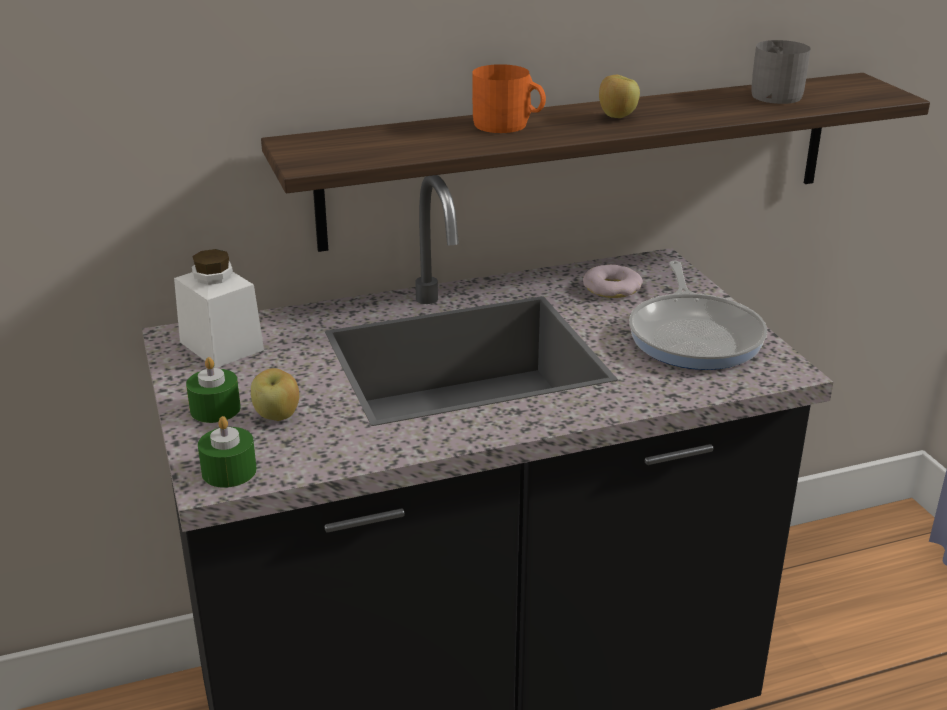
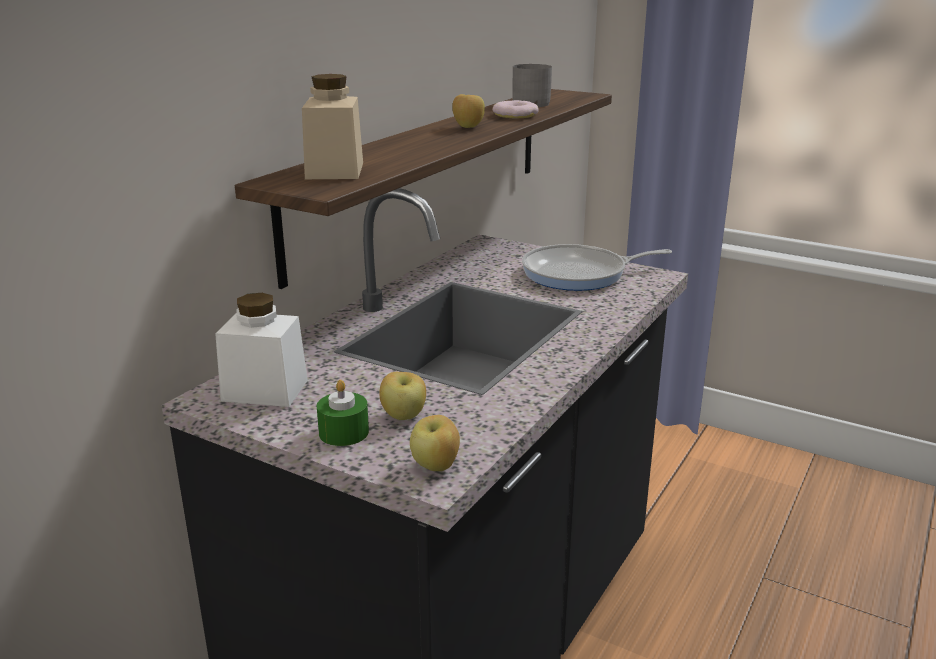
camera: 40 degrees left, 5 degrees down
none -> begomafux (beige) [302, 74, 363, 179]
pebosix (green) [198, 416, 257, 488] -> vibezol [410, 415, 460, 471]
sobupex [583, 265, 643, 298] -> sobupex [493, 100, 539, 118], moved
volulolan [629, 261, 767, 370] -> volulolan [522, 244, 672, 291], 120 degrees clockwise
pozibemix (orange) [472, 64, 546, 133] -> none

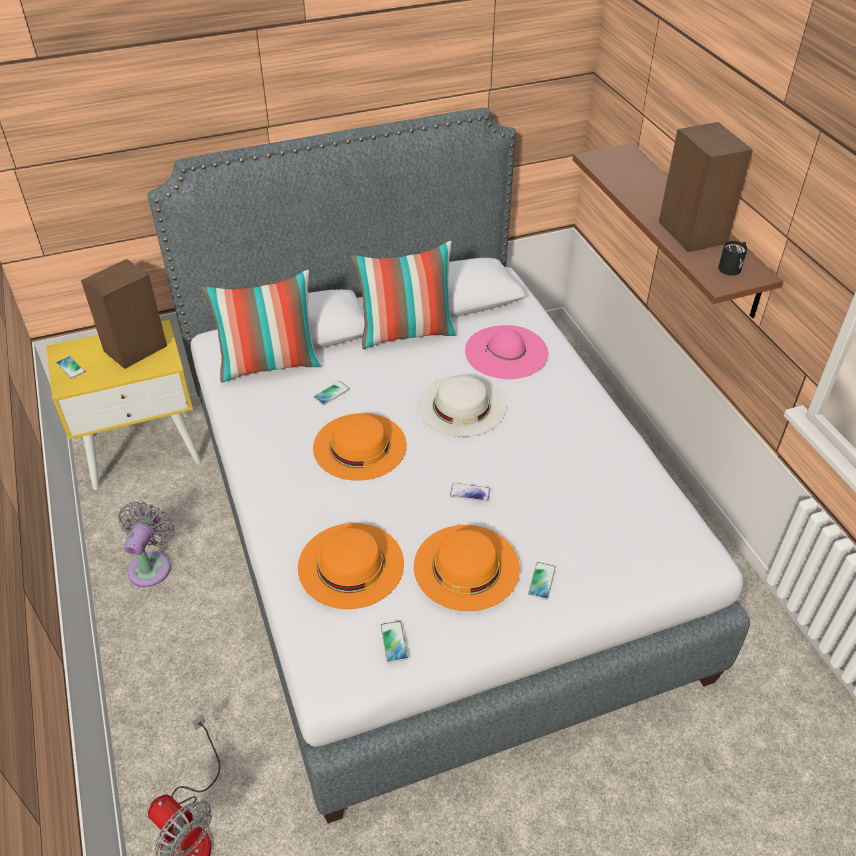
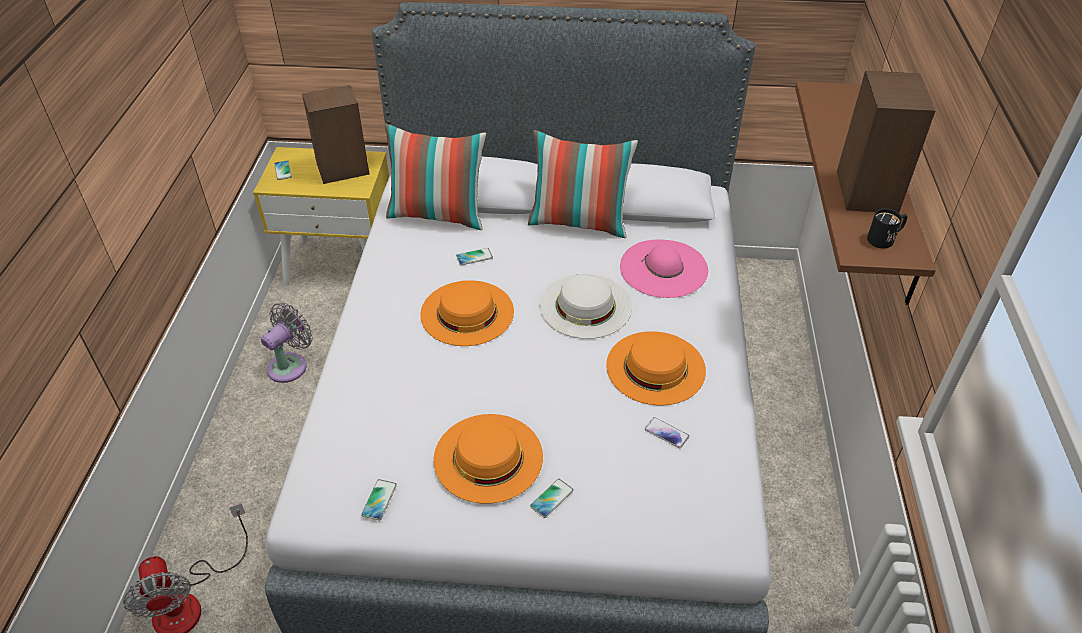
camera: 25 degrees right, 0 degrees up
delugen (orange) [298, 523, 404, 609] -> delugen (orange) [606, 331, 706, 405], moved
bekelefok [450, 483, 490, 502] -> bekelefok [645, 417, 689, 448], moved

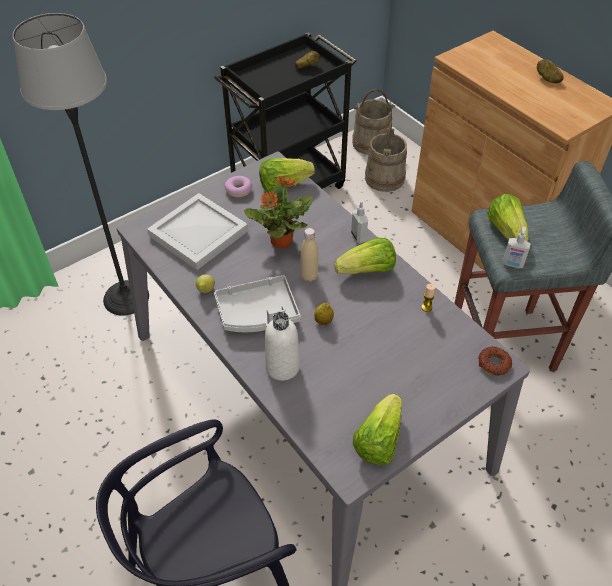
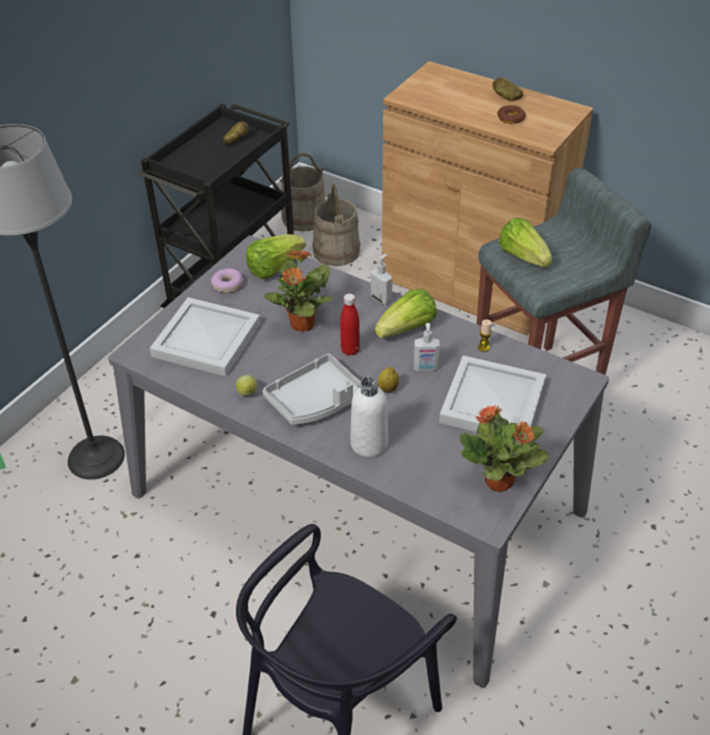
camera: 20 degrees left, 5 degrees down
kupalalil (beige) [301, 228, 318, 282] -> kupalalil (red) [340, 293, 360, 356]
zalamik [502, 227, 531, 268] -> zalamik [414, 323, 440, 371], moved
none -> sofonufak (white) [439, 356, 546, 432]
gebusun [353, 394, 402, 465] -> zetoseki [459, 405, 549, 492]
sobupex [478, 346, 512, 376] -> sobupex [497, 105, 526, 124], moved

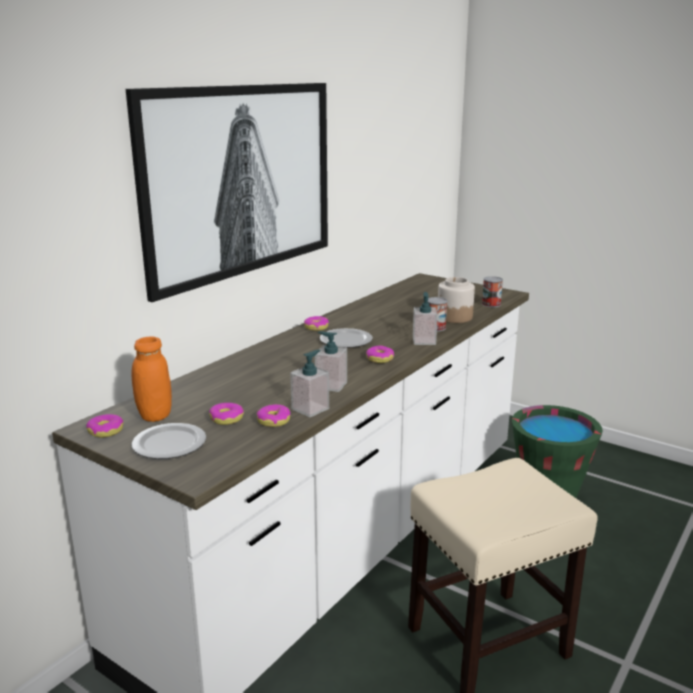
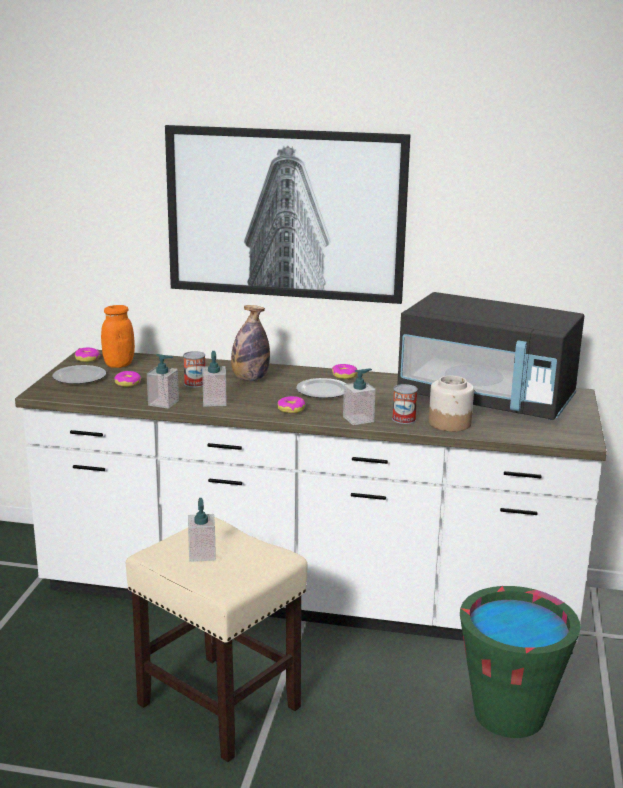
camera: 65 degrees right, 0 degrees up
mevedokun [482, 276, 503, 307] -> mevedokun [183, 351, 205, 387], moved
none -> zalamik [188, 498, 216, 562]
none -> kupalalil [231, 305, 270, 381]
none -> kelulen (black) [397, 292, 584, 420]
sobupex [257, 404, 290, 427] -> none

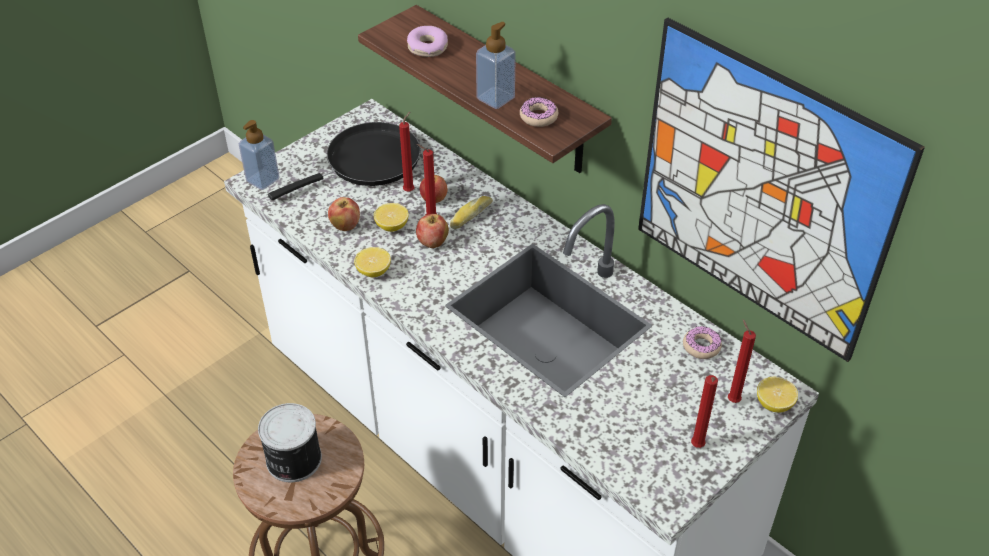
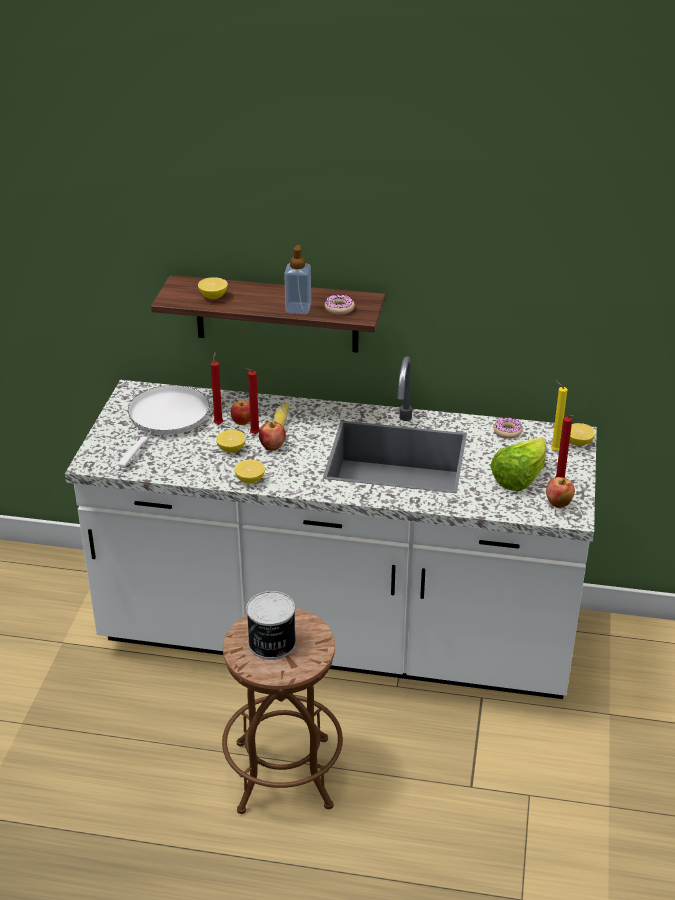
camera: 35 degrees left, 10 degrees down
volulolan (black) [268, 122, 421, 200] -> volulolan (white) [118, 385, 210, 468]
sobupex [407, 26, 448, 57] -> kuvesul [198, 277, 228, 299]
none -> gebusun [490, 437, 546, 491]
vibezol [328, 197, 360, 231] -> vibezol [546, 477, 575, 508], moved
pebosix (red) [728, 319, 756, 403] -> pebosix (yellow) [551, 380, 567, 451]
zalamik [239, 120, 280, 190] -> none
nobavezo [638, 18, 925, 362] -> none

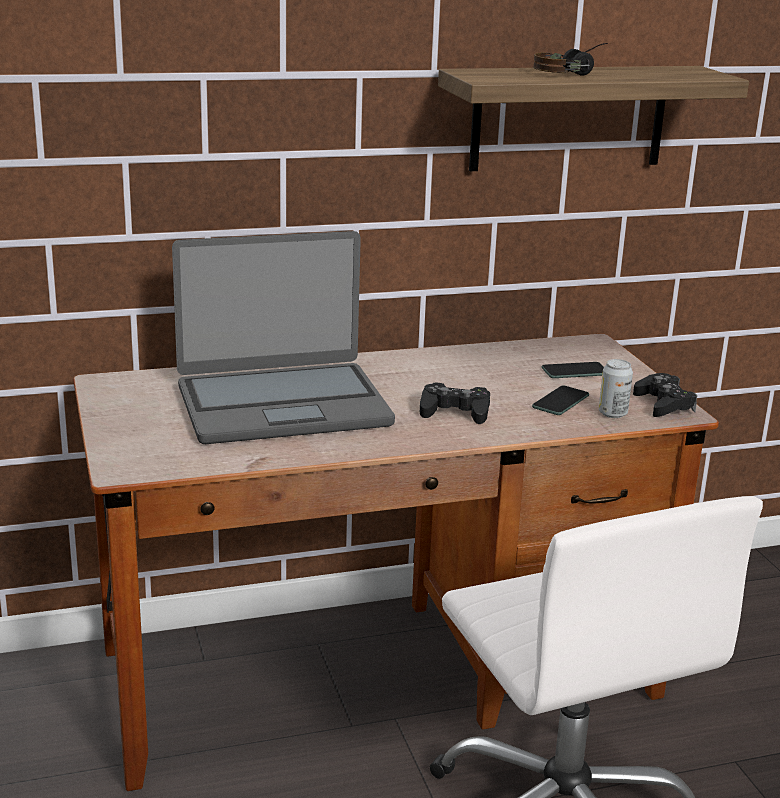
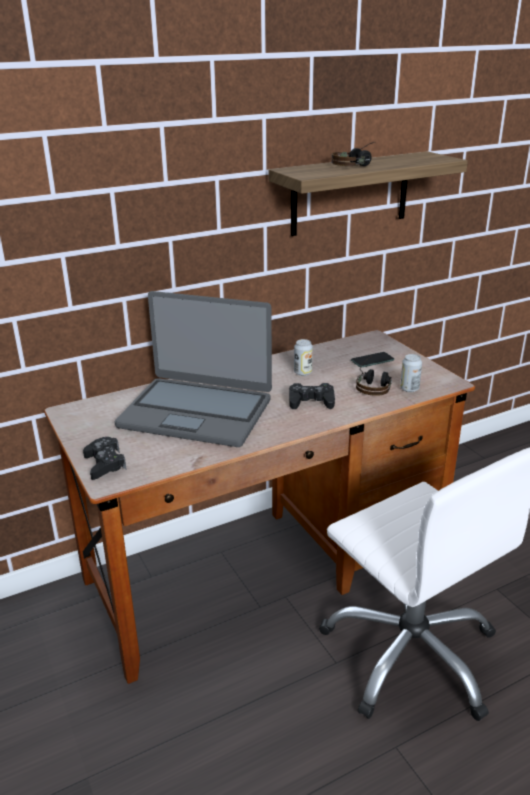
camera: 10 degrees left, 5 degrees up
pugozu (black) [633, 373, 697, 417] -> pugozu (black) [83, 437, 127, 480], moved
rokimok [172, 231, 395, 444] -> rokimok [114, 291, 272, 447], 45 degrees clockwise
none -> mevedokun [294, 339, 313, 376]
bekelefok [532, 386, 589, 415] -> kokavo [356, 356, 392, 396]

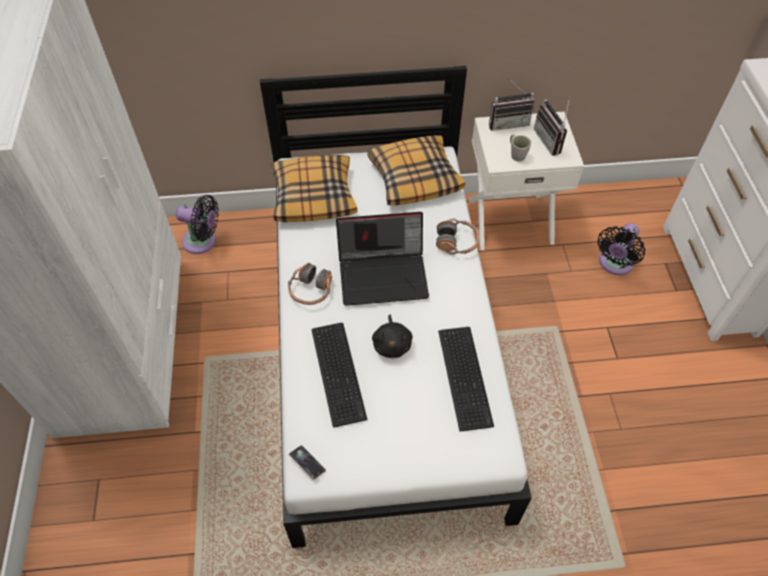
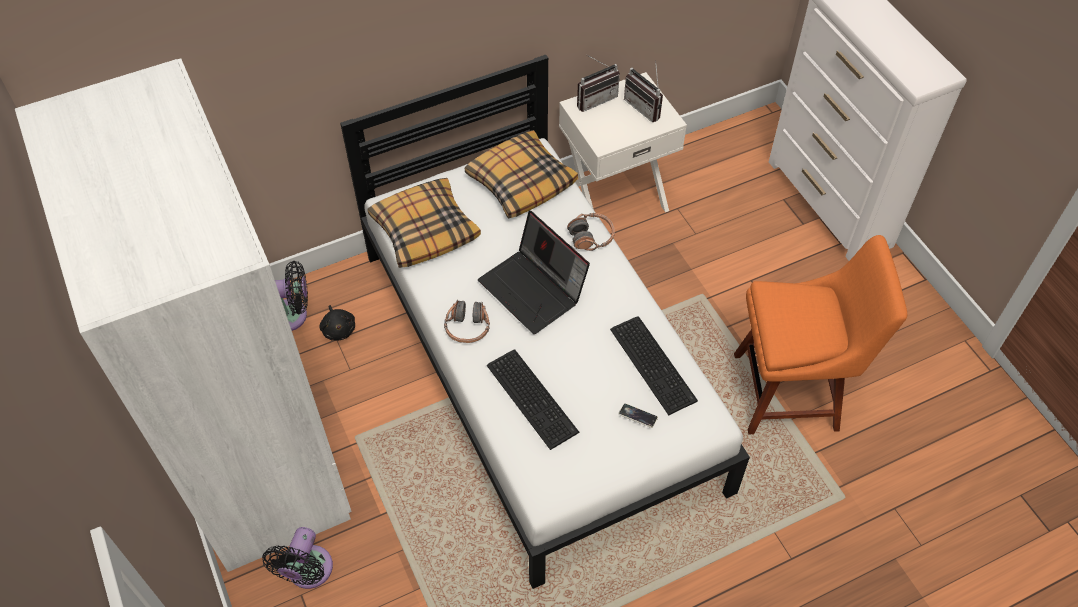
camera: 20 degrees left, 0 degrees up
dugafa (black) [597, 223, 645, 275] -> dugafa (black) [262, 527, 333, 589], moved
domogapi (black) [372, 314, 413, 358] -> domogapi (black) [319, 305, 355, 341], moved
rokimok [336, 212, 429, 306] -> rokimok [478, 211, 590, 334], 75 degrees clockwise
bekelefok [289, 445, 326, 481] -> bekelefok [618, 403, 658, 428], moved
none -> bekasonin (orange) [734, 235, 907, 434]
pozibemix (grey) [510, 134, 531, 162] -> none

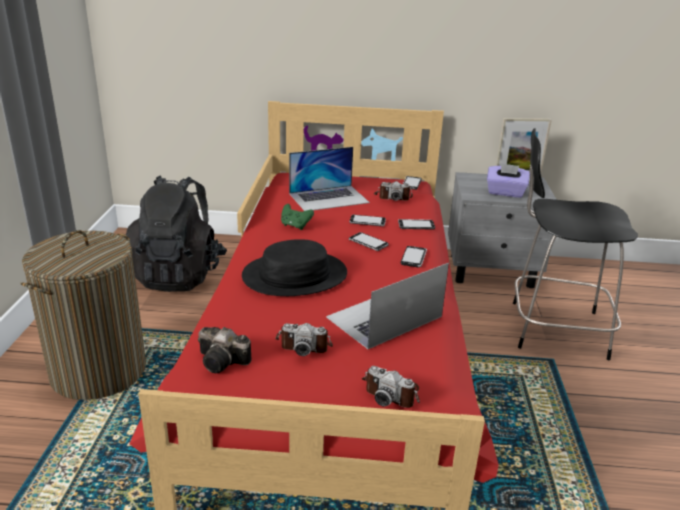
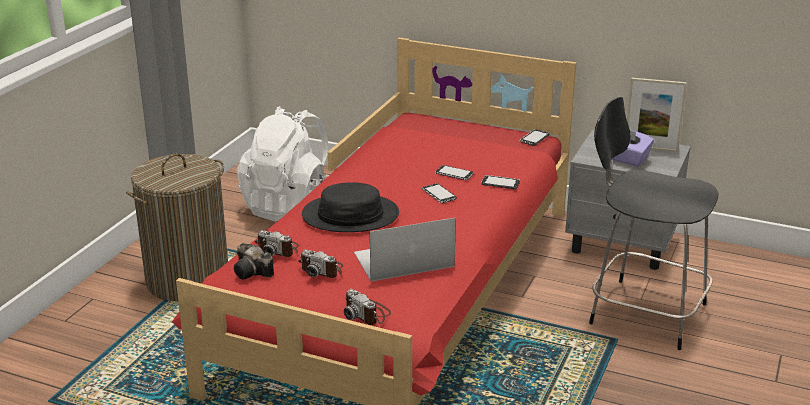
camera: 20 degrees right, 0 degrees up
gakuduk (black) [124, 175, 227, 292] -> gakuduk (white) [237, 106, 329, 221]
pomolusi [374, 181, 413, 201] -> pomolusi [255, 230, 299, 257], moved
pugozu (green) [281, 204, 314, 230] -> none
rokimok [289, 147, 370, 211] -> none
bekelefok [401, 246, 427, 267] -> none

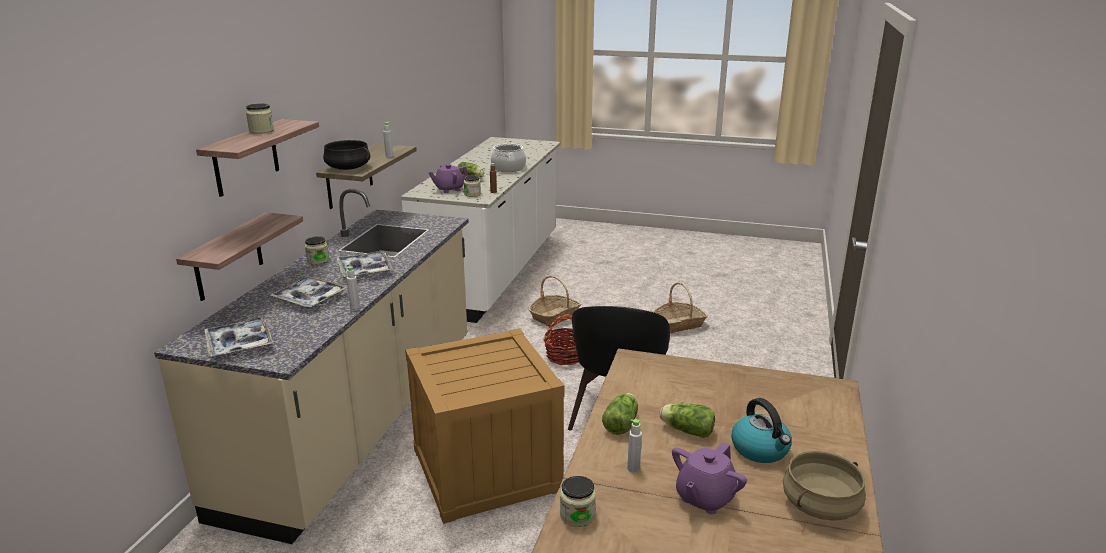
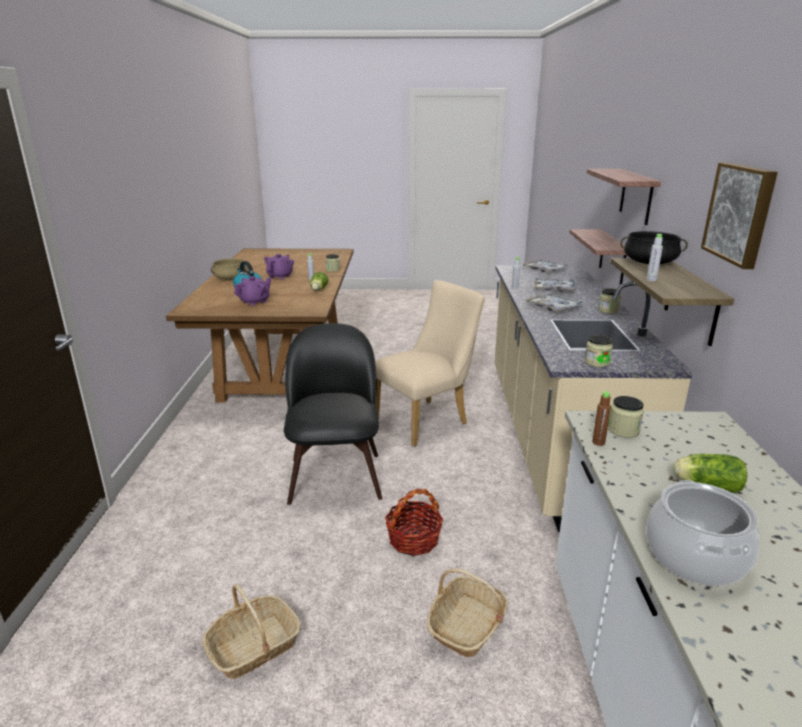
camera: 165 degrees right, 0 degrees up
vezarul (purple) [428, 164, 469, 193] -> vezarul (purple) [234, 276, 271, 306], moved
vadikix [405, 328, 565, 524] -> bekasonin (beige) [375, 280, 485, 447]
begomafux [246, 103, 274, 134] -> begomafux [585, 335, 613, 367], moved
none -> nobavezo [701, 162, 778, 269]
gebusun [660, 402, 715, 438] -> none

